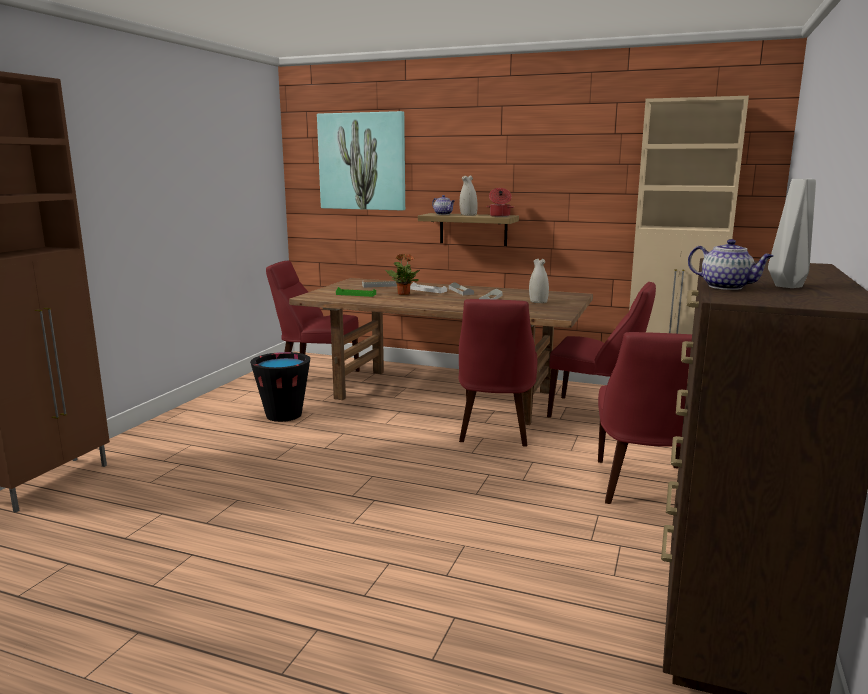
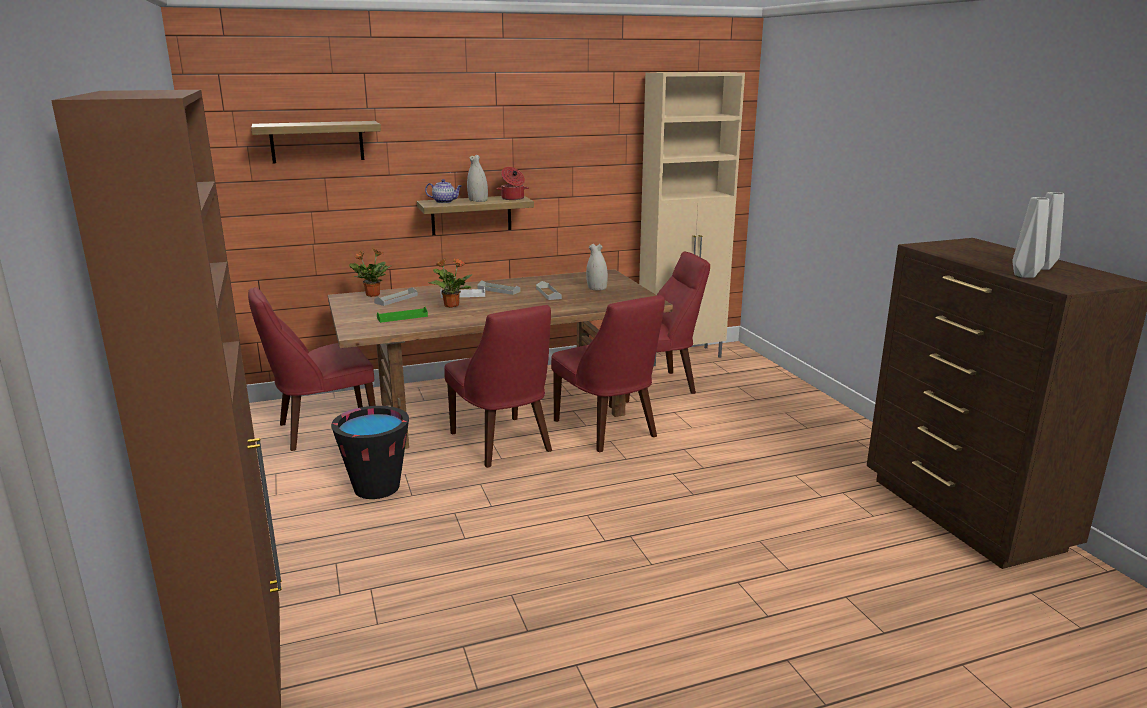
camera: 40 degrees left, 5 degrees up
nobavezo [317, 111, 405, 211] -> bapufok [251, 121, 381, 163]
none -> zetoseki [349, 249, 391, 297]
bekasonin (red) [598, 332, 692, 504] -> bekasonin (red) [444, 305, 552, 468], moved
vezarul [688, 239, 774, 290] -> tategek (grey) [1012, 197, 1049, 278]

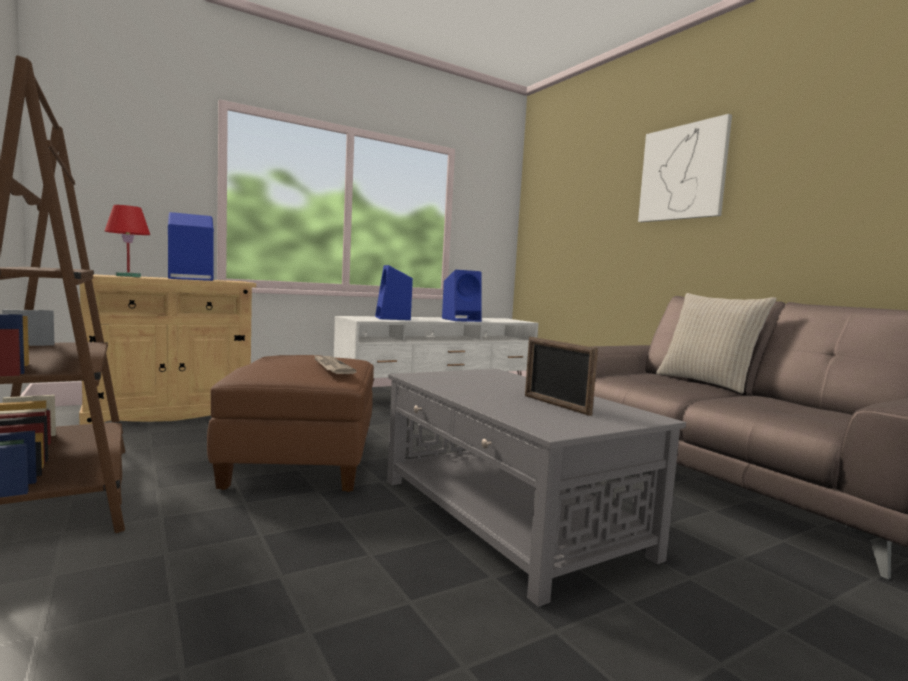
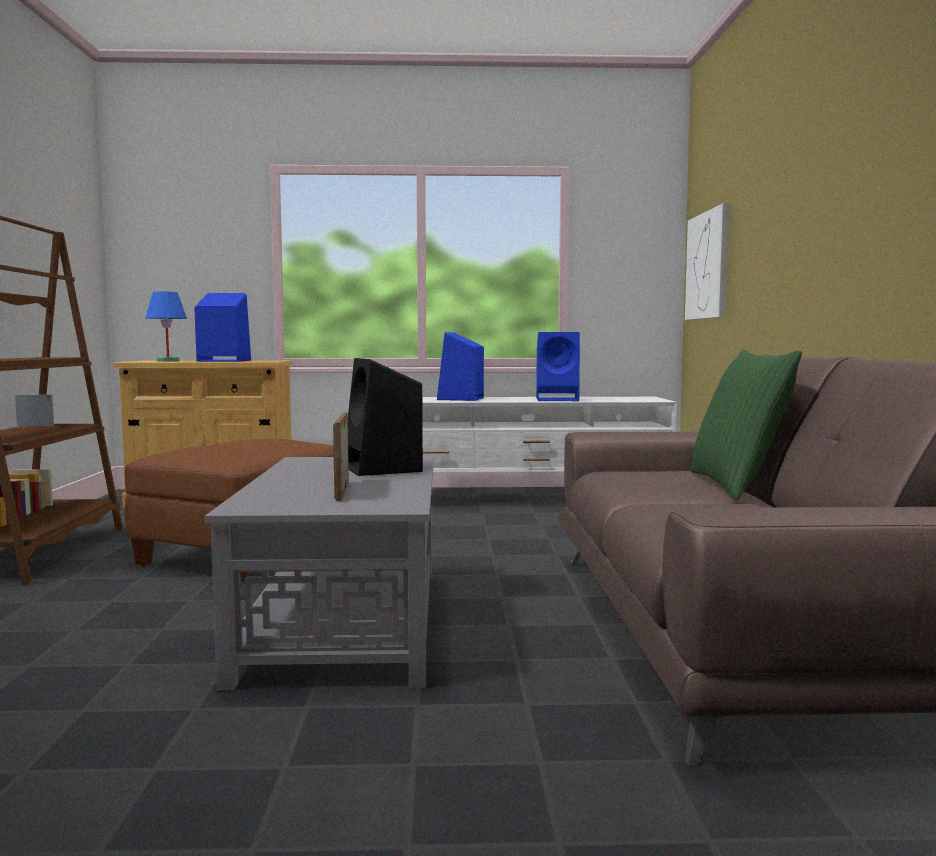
camera: 30 degrees right, 0 degrees up
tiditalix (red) [105, 205, 150, 277] -> tiditalix (blue) [145, 291, 187, 361]
none -> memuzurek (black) [348, 358, 423, 476]
nobavezo [638, 114, 732, 222] -> nobavezo [685, 203, 730, 320], moved
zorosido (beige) [656, 293, 777, 394] -> zorosido (green) [691, 349, 802, 500]
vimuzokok [314, 355, 356, 374] -> none

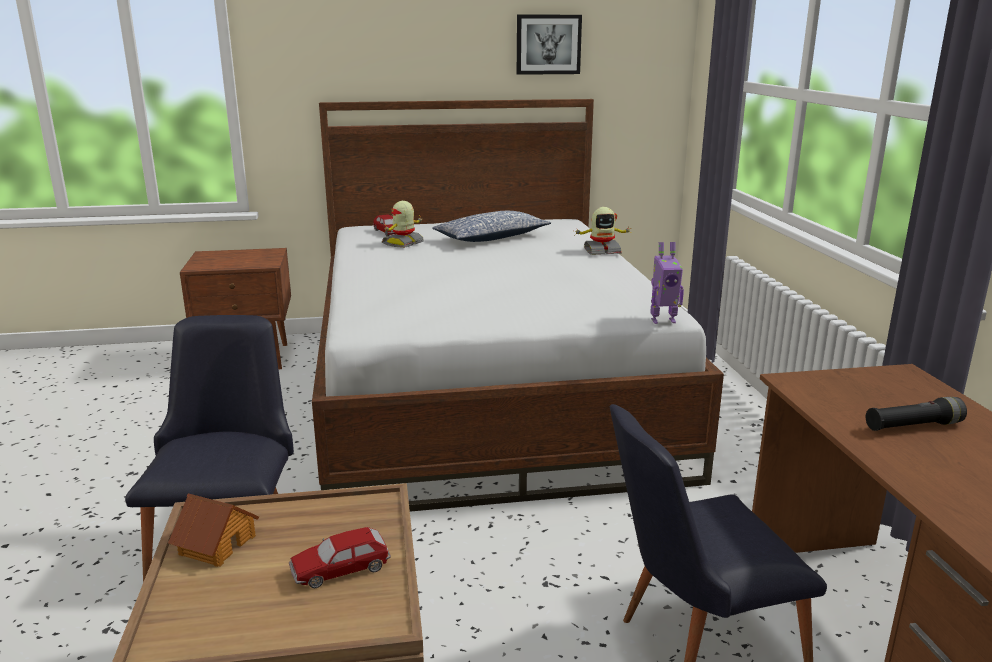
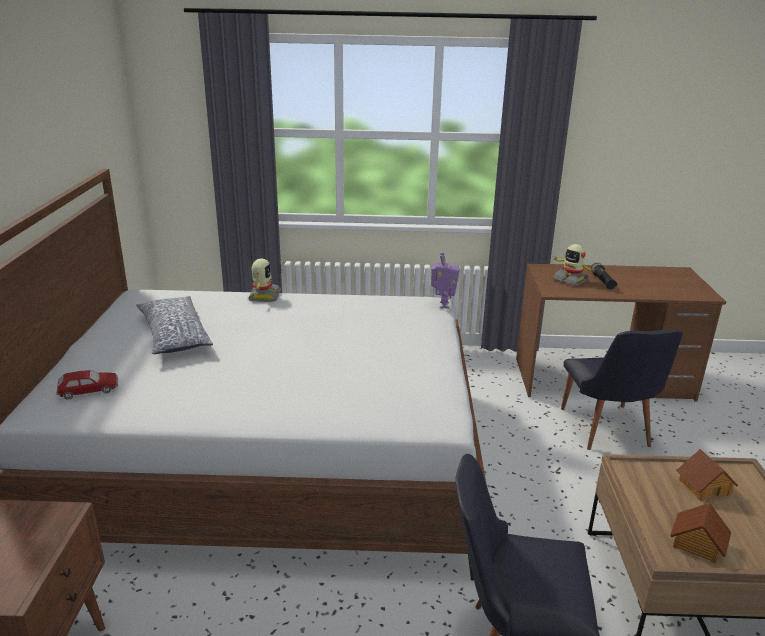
camera: 80 degrees left, 5 degrees up
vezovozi [382, 201, 424, 248] -> vezovozi [553, 244, 595, 286], moved
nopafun [289, 527, 391, 588] -> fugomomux [676, 449, 738, 501]
nobavezo [517, 14, 582, 75] -> none

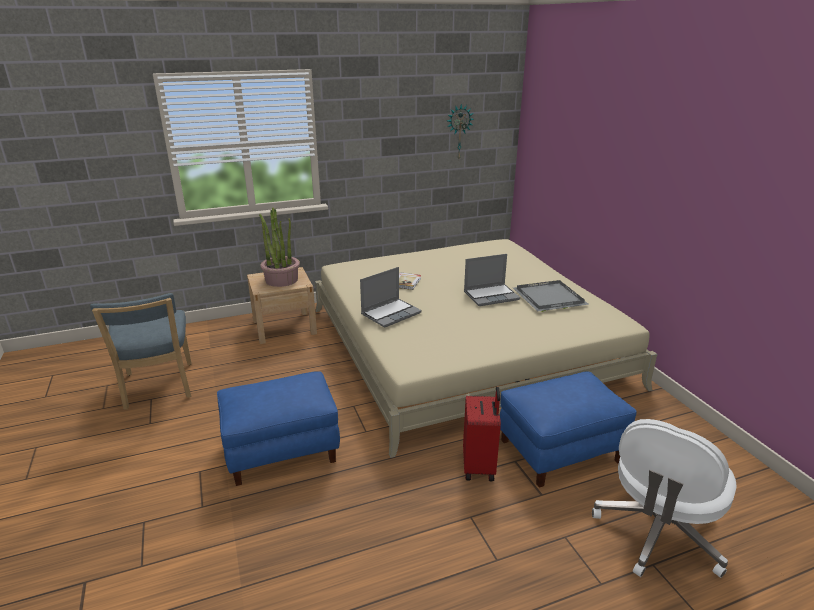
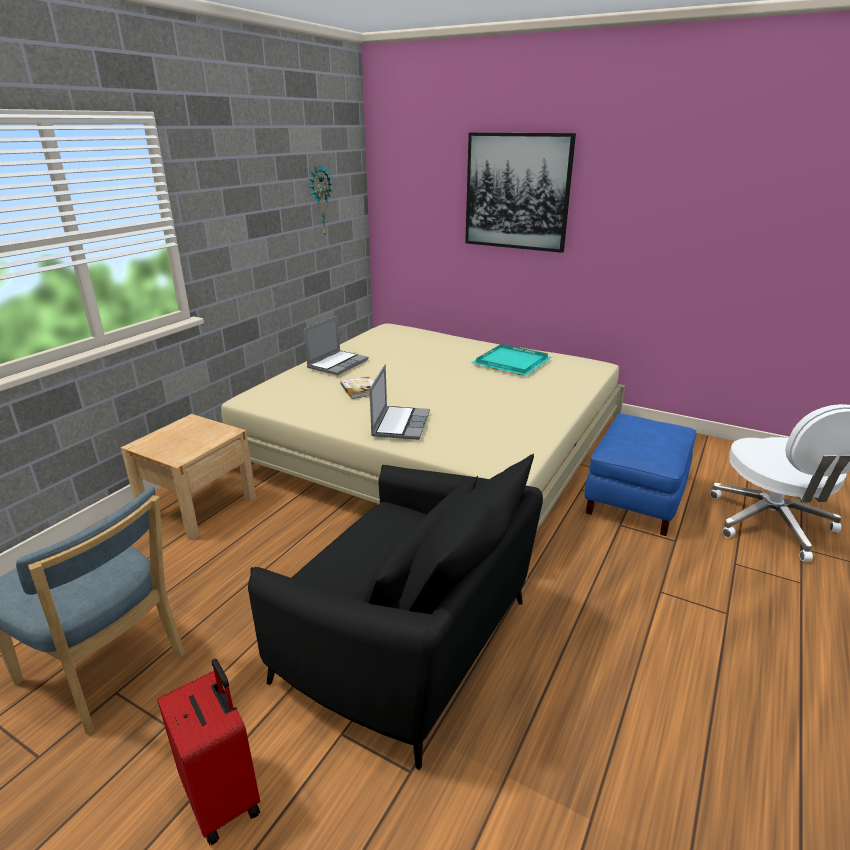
camera: 40 degrees left, 0 degrees up
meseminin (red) [463, 387, 501, 481] -> meseminin (red) [157, 659, 260, 845], moved
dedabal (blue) [217, 372, 340, 486] -> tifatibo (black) [248, 454, 543, 770]
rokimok [464, 254, 520, 306] -> rokimok [304, 316, 369, 375], moved
none -> nobavezo [465, 133, 576, 253]
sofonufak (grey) [513, 280, 589, 312] -> sofonufak (turquoise) [471, 344, 552, 376]
zetoseki [259, 208, 300, 287] -> none

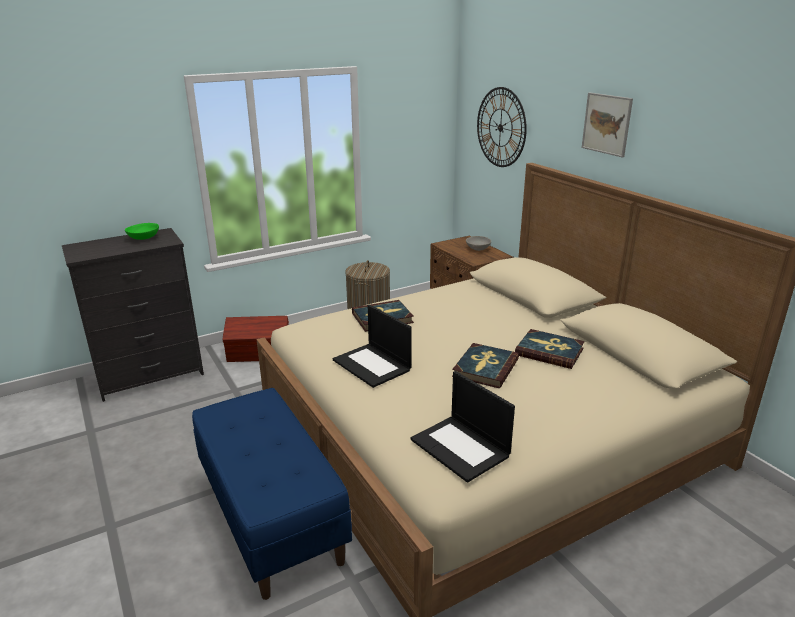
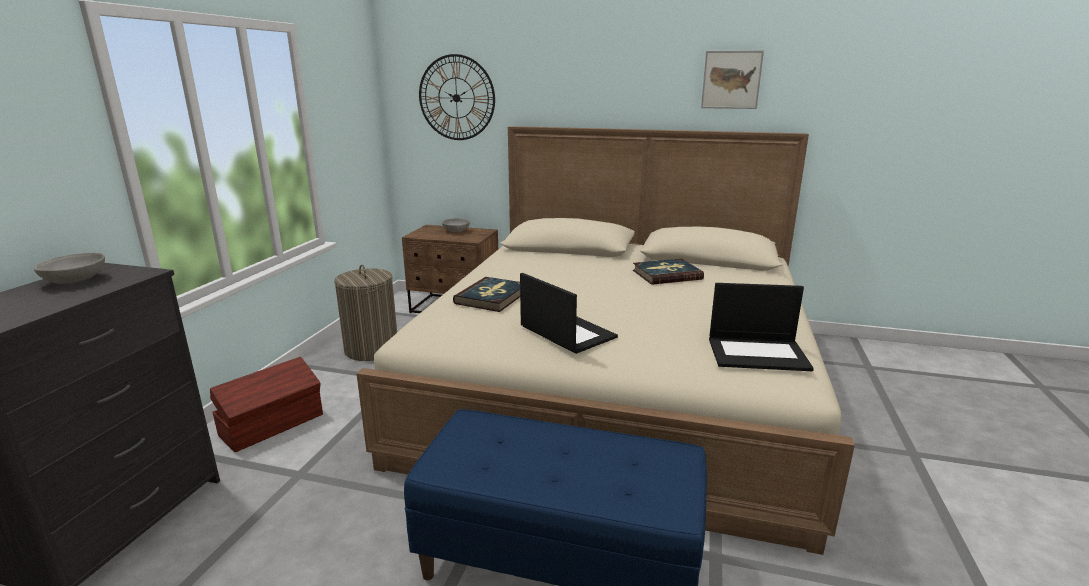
camera: 45 degrees left, 5 degrees down
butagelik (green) [125, 223, 159, 240] -> butagelik (grey) [34, 253, 105, 284]
rokimok [333, 304, 412, 388] -> rokimok [520, 273, 618, 354], 135 degrees counterclockwise
nobavezo [582, 93, 633, 158] -> nobavezo [701, 50, 764, 109], moved
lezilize [452, 343, 519, 388] -> none

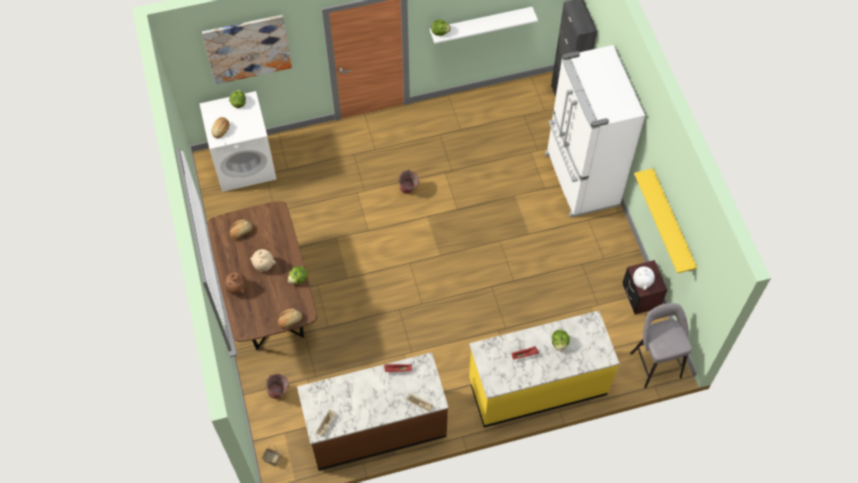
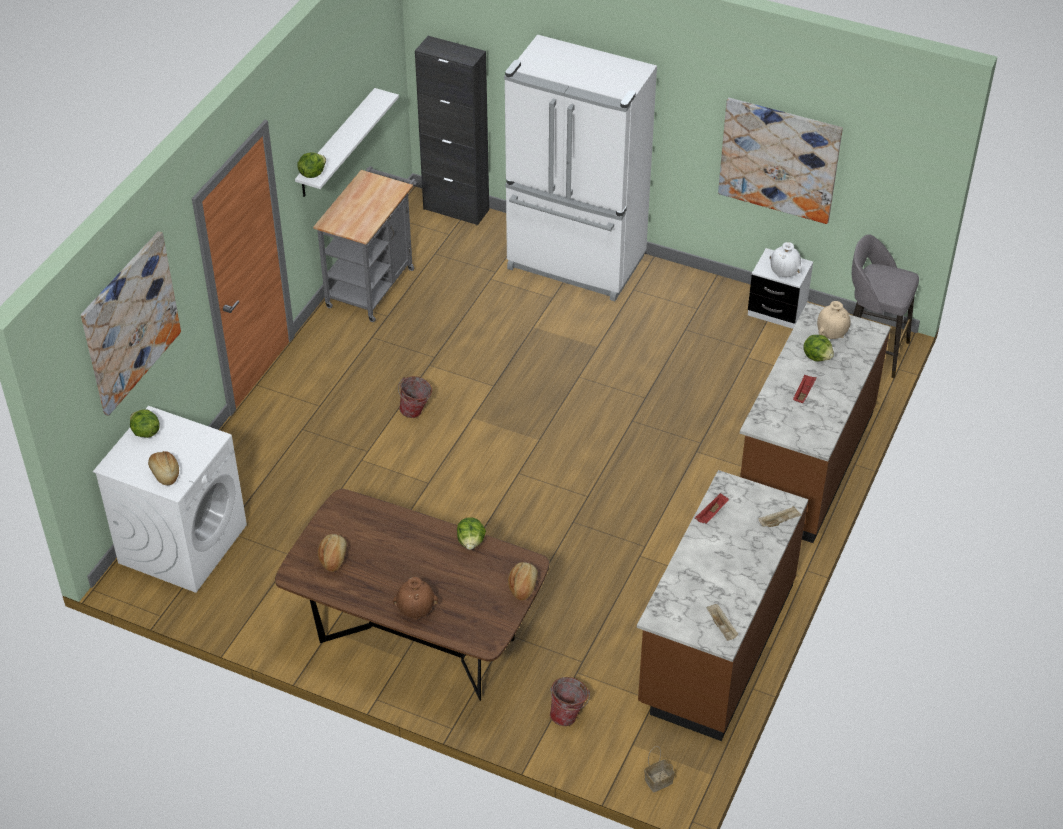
camera: 50 degrees left, 15 degrees down
none -> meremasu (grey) [313, 166, 417, 322]
bapufok (yellow) [634, 168, 697, 274] -> nobavezo [718, 98, 843, 224]
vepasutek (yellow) [469, 311, 620, 427] -> vepasutek (brown) [740, 302, 891, 543]
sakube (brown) [622, 260, 667, 315] -> sakube (white) [748, 248, 813, 329]
tategek (beige) [250, 249, 276, 272] -> tategek (beige) [817, 301, 851, 339], moved

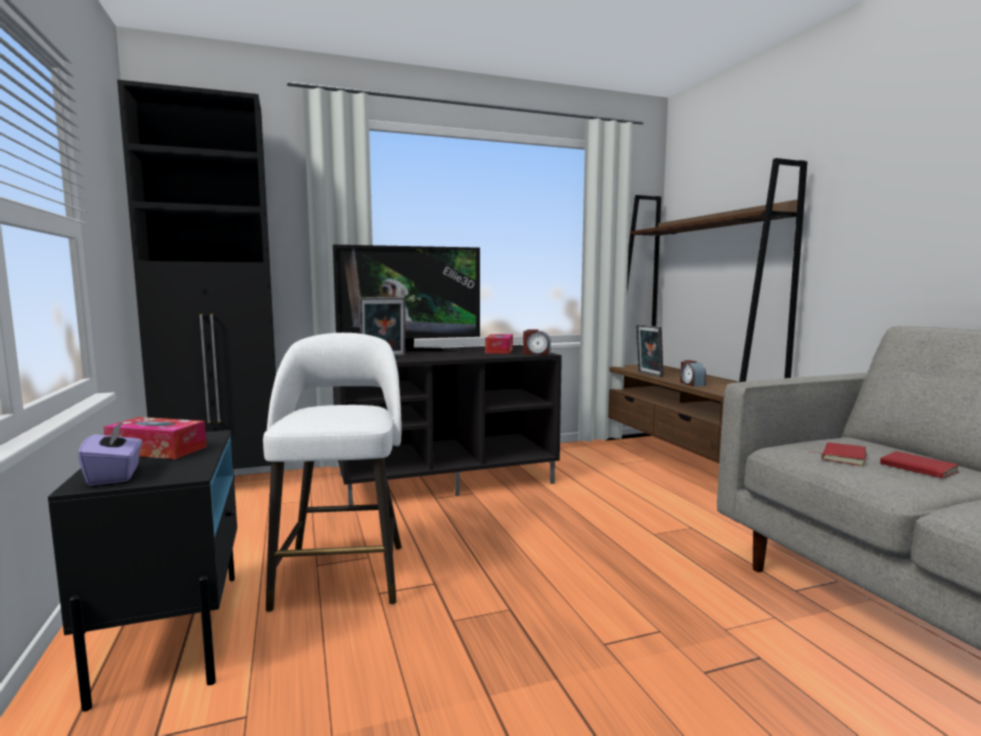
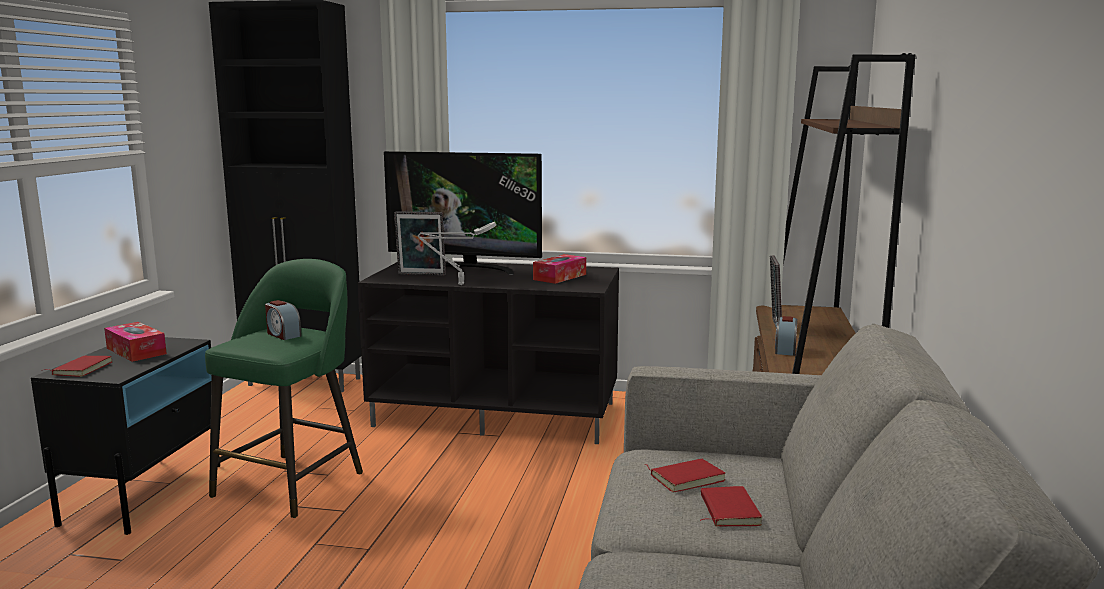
camera: 30 degrees right, 5 degrees up
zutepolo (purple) [78, 421, 142, 486] -> lezilize (red) [43, 356, 113, 377]
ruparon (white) [263, 333, 402, 612] -> ruparon (green) [205, 259, 363, 518]
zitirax [523, 329, 551, 355] -> zitirax [265, 300, 302, 340], moved
none -> tiditalix (grey) [418, 222, 496, 285]

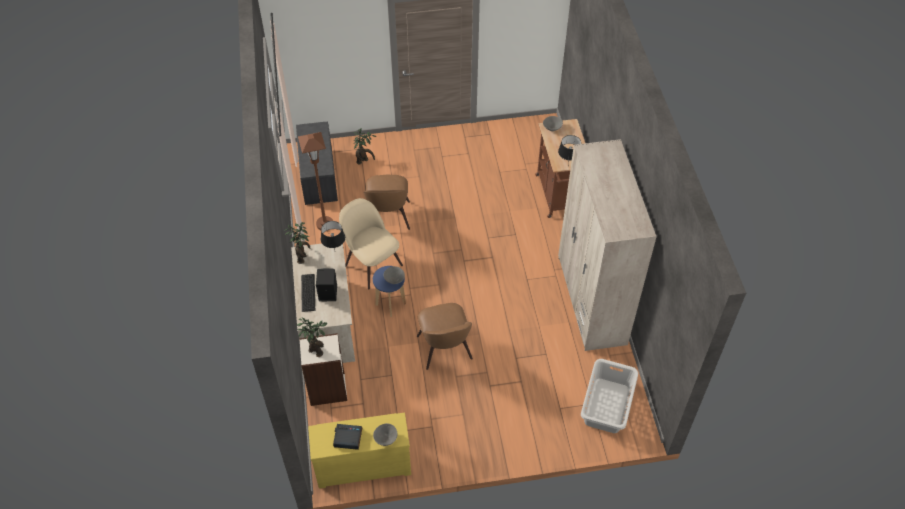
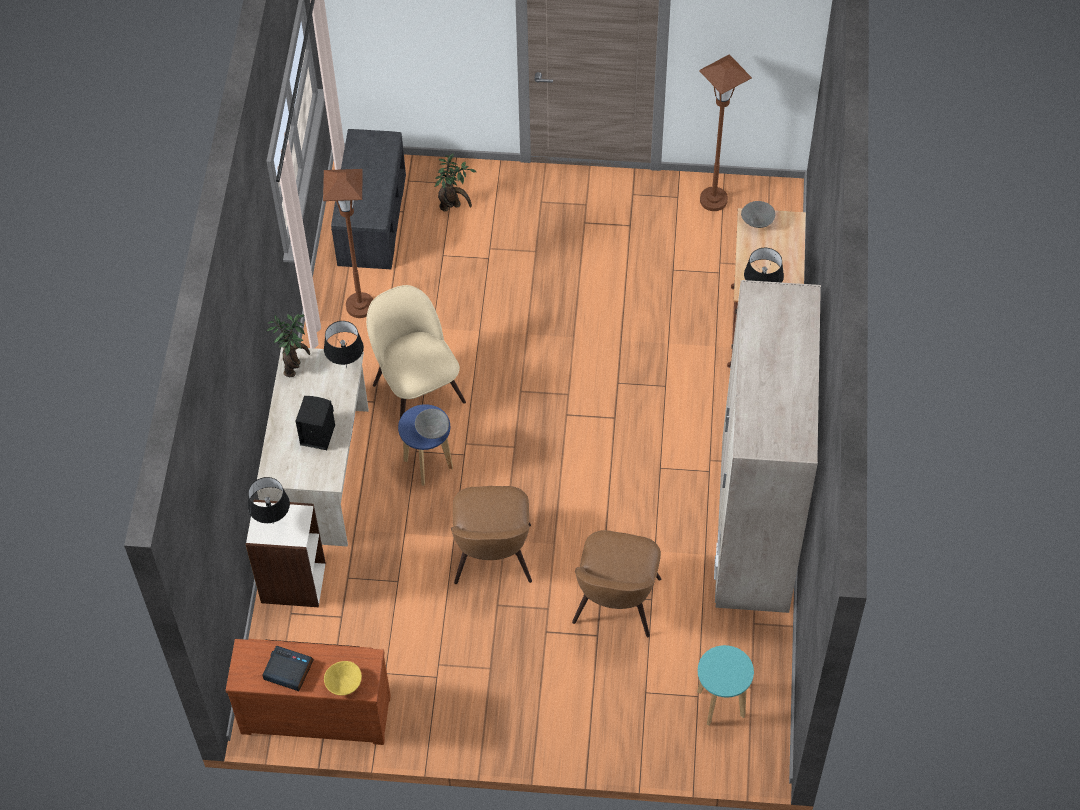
camera: 15 degrees right, 5 degrees up
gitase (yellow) [308, 413, 411, 489] -> gitase (brown) [226, 639, 391, 745]
zetoseki [296, 317, 328, 357] -> tiditalix (black) [248, 477, 290, 523]
butagelik (grey) [373, 423, 398, 446] -> butagelik (yellow) [324, 661, 362, 696]
bekasonin (brown) [364, 175, 410, 230] -> bekasonin (brown) [572, 530, 661, 637], moved
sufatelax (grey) [581, 359, 638, 433] -> ruparon (turquoise) [697, 645, 754, 725]
none -> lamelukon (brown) [699, 54, 752, 211]
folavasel [301, 274, 315, 312] -> none

